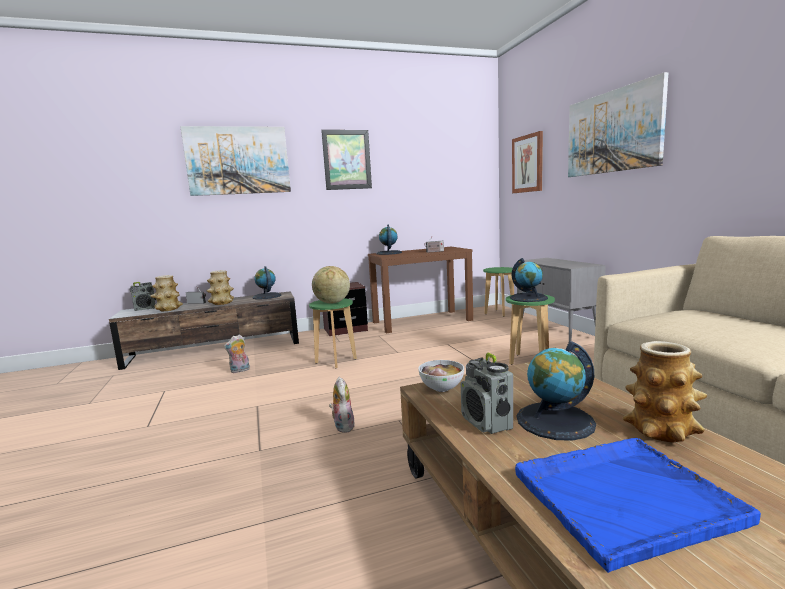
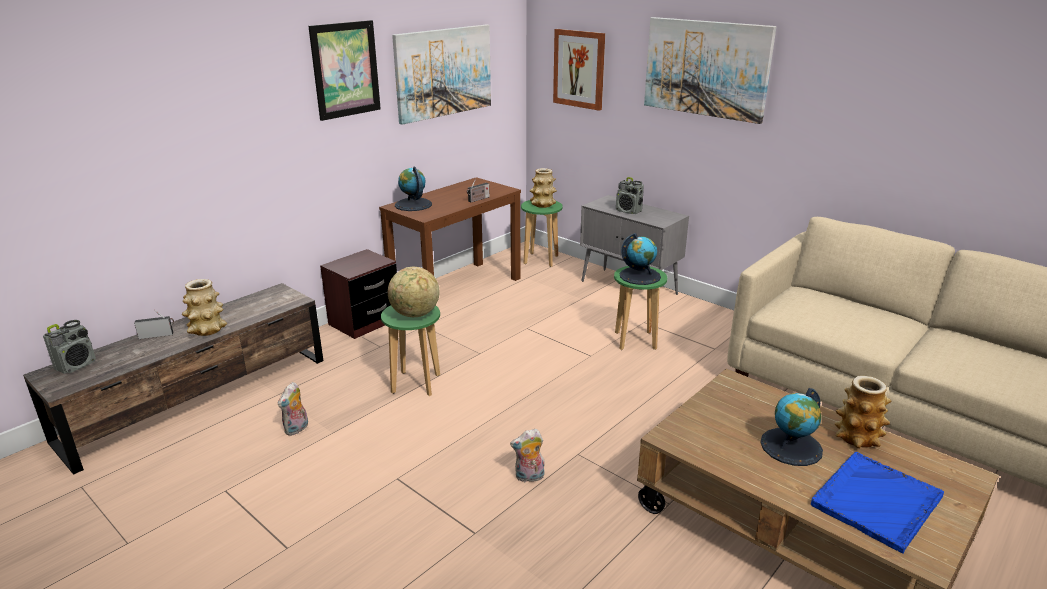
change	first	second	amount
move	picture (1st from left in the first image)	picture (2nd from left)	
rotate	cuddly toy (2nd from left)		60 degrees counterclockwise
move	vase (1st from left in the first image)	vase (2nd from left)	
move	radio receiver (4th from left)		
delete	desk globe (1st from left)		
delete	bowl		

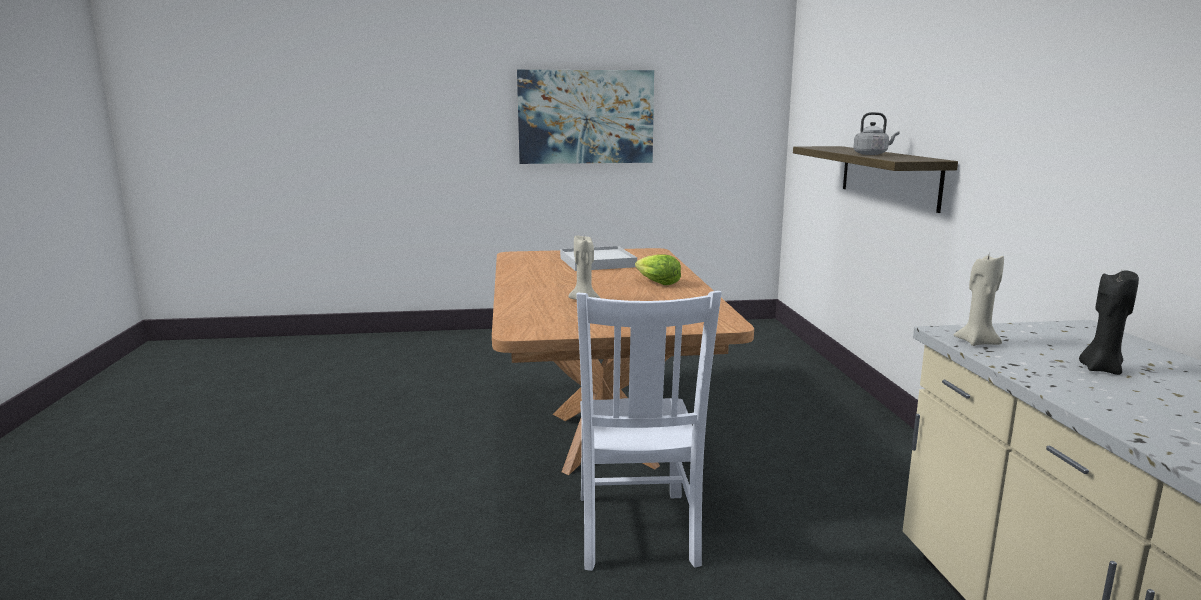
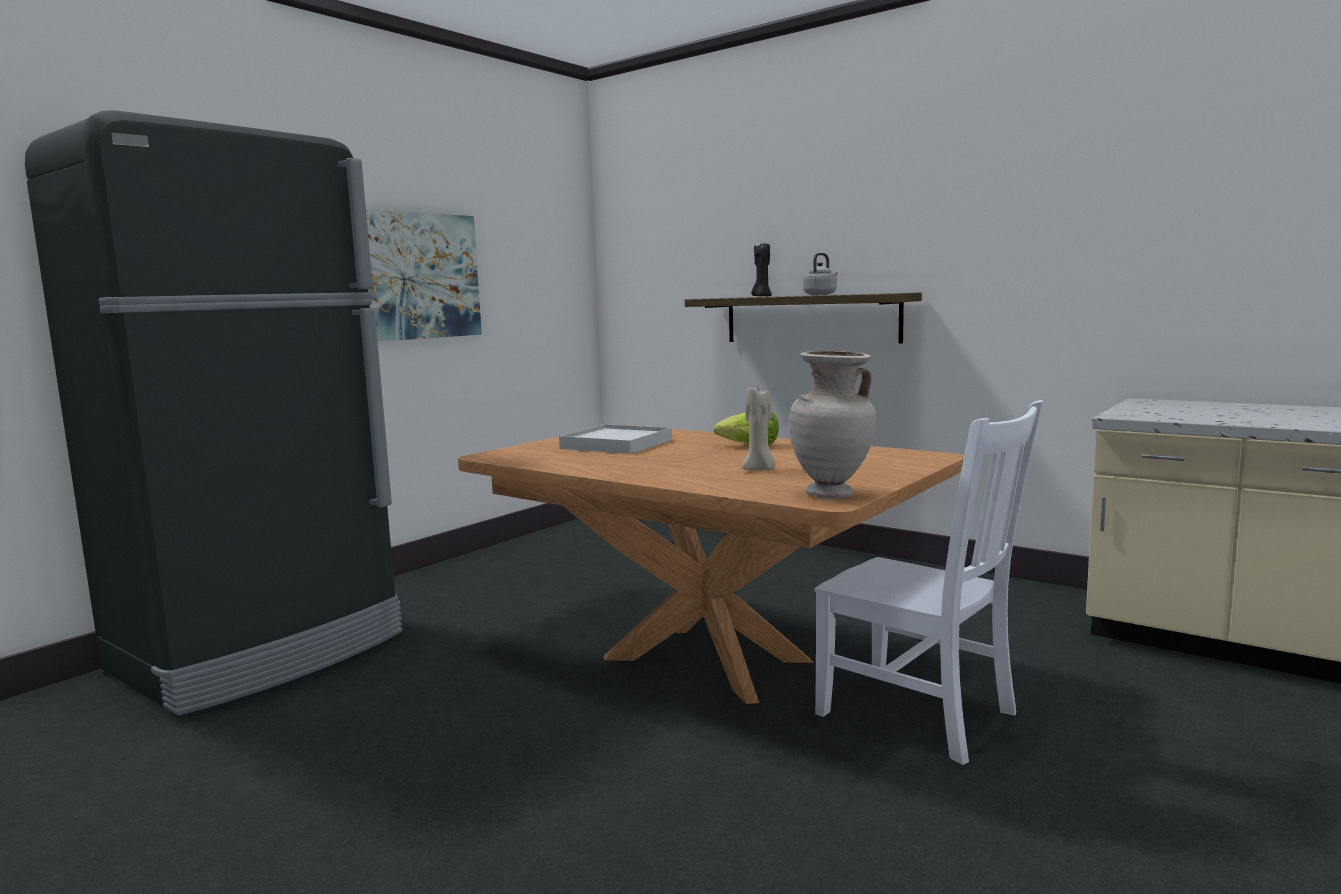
change	first	second	amount
insert		fridge (black)	
move	wax candle (black)		
insert		vase (sand-coloured)	
delete	wax candle (sand-coloured) (2nd from left)		

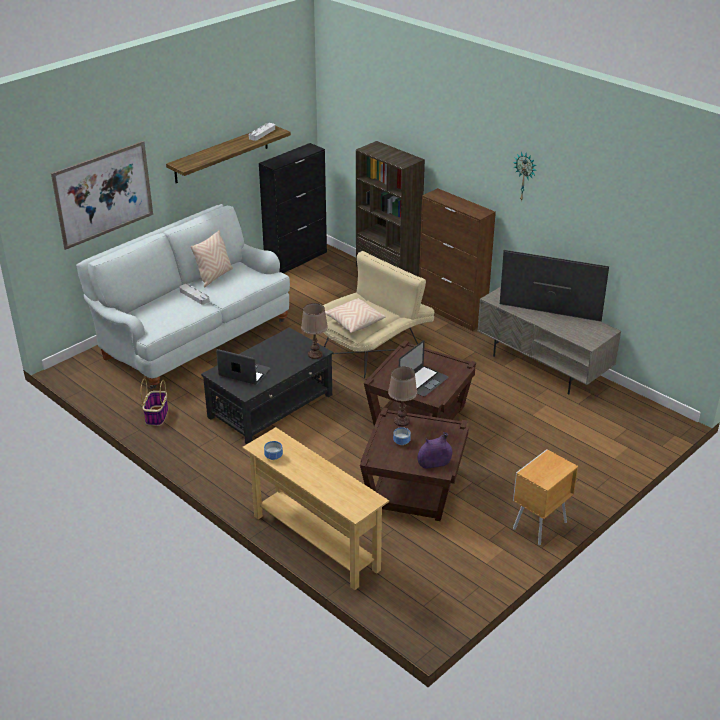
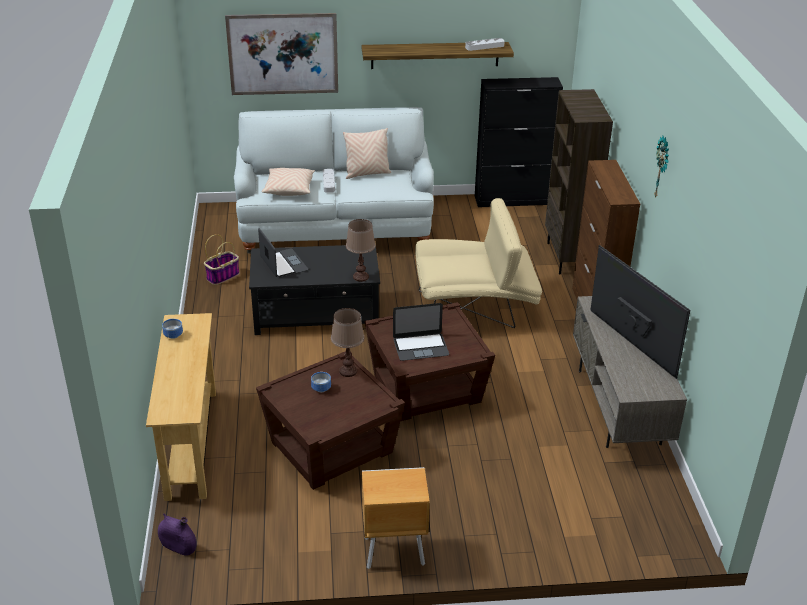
change	first	second	amount
move	vase (purple-coloured)		
move	throw pillow (sand-coloured) (2nd from left in the first image)	throw pillow (sand-coloured) (1st from left)	

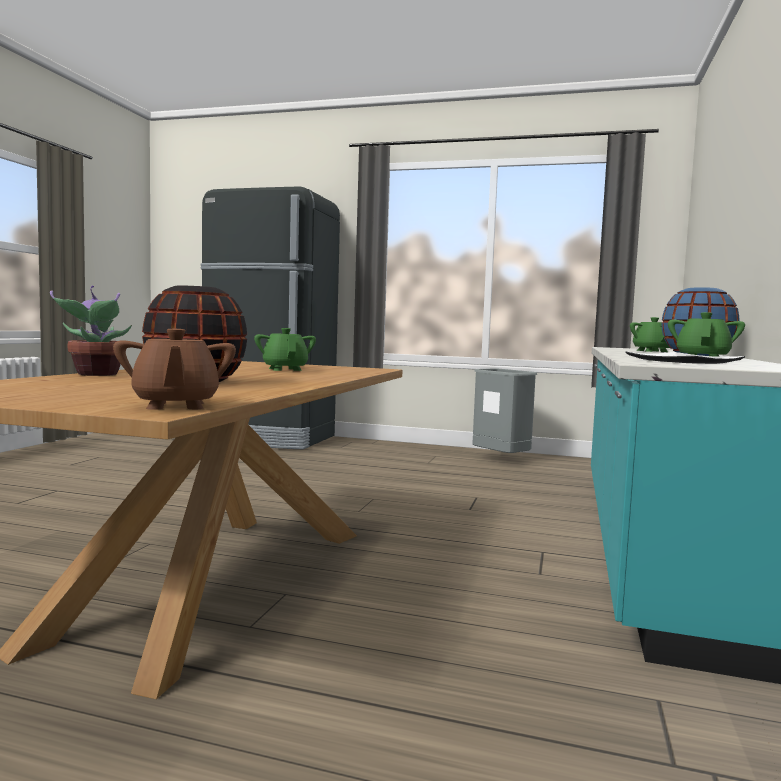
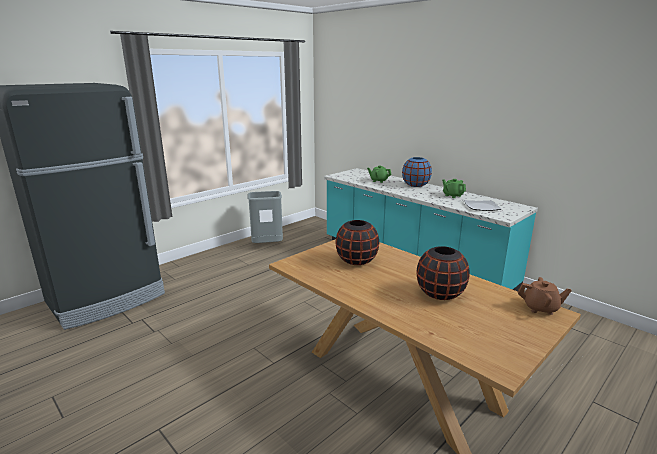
change	first	second	amount
replace	teapot (green-coloured) (1st from left)	vase (black) (1st from left)	
delete	plant in a pot		

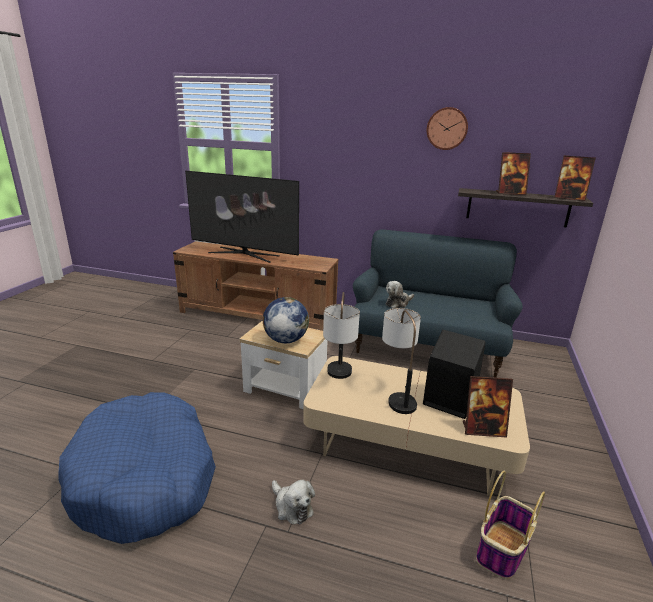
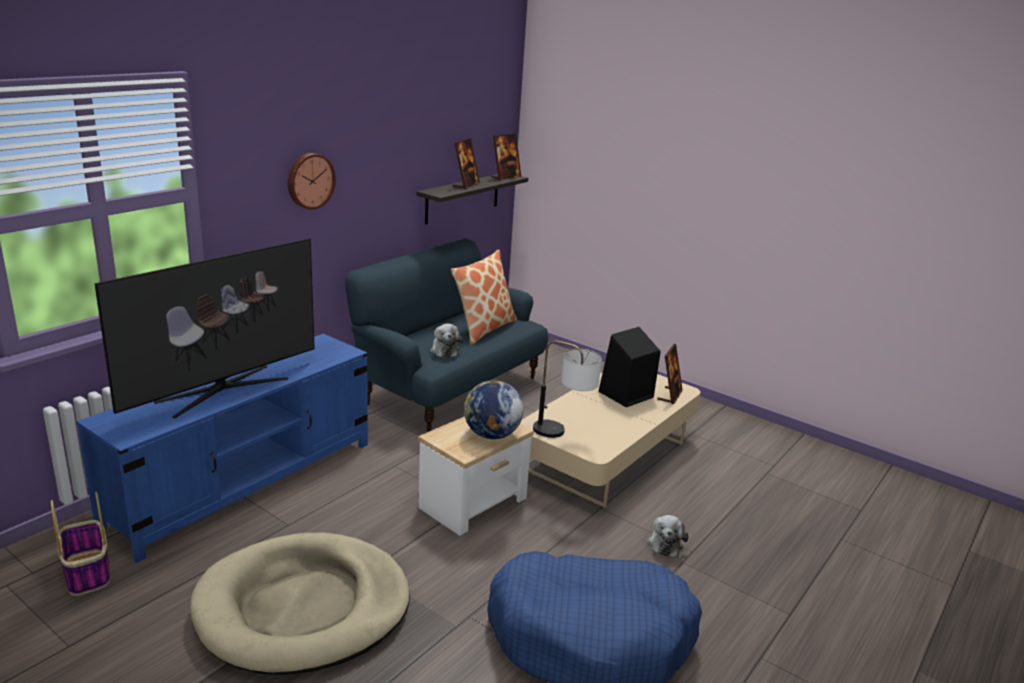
change	first	second	amount
move	household basket		
recolor	tv unit (brown-coloured)	tv unit (bluish)	
insert		pet bed (sand-coloured)	
move	clock on the wall		
insert		throw pillow	
rotate	cuddly toy (1st from left in the first image)	cuddly toy (2nd from left)	120 degrees clockwise
delete	tabletop lamp (2nd from left)		

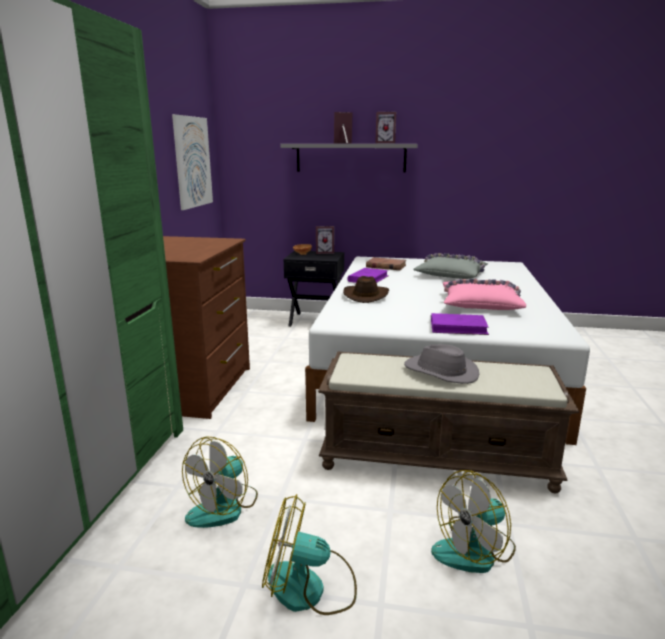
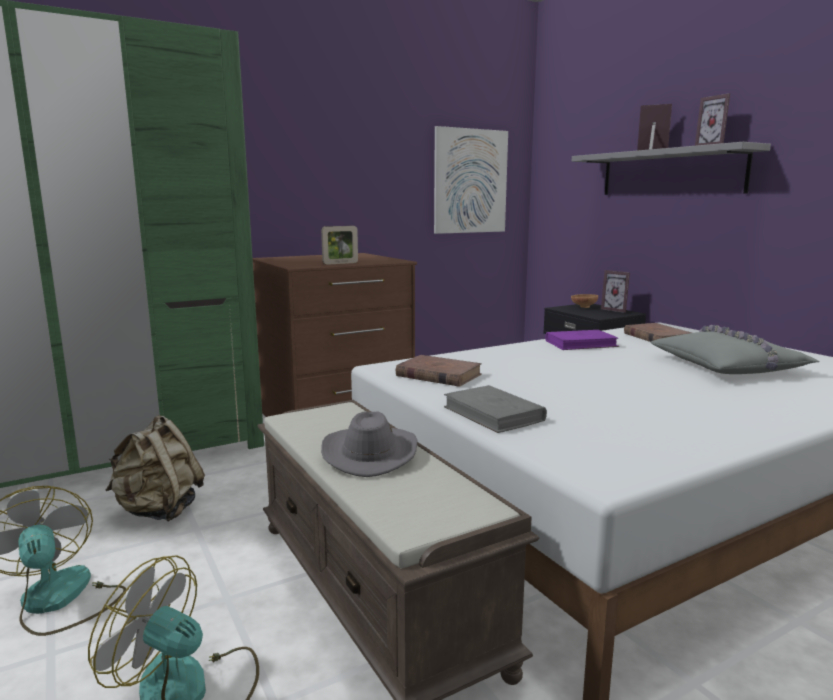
change	first	second	amount
replace	fan (1st from left)	backpack (sand-coloured)	
insert		photo frame (1st from left)	
insert		bound book (brown-coloured) (1st from left)	
recolor	bound book (purple-coloured) (2nd from left)	bound book (grey)	
delete	wearable hat (brown-coloured)		
delete	throw pillow (pink)		

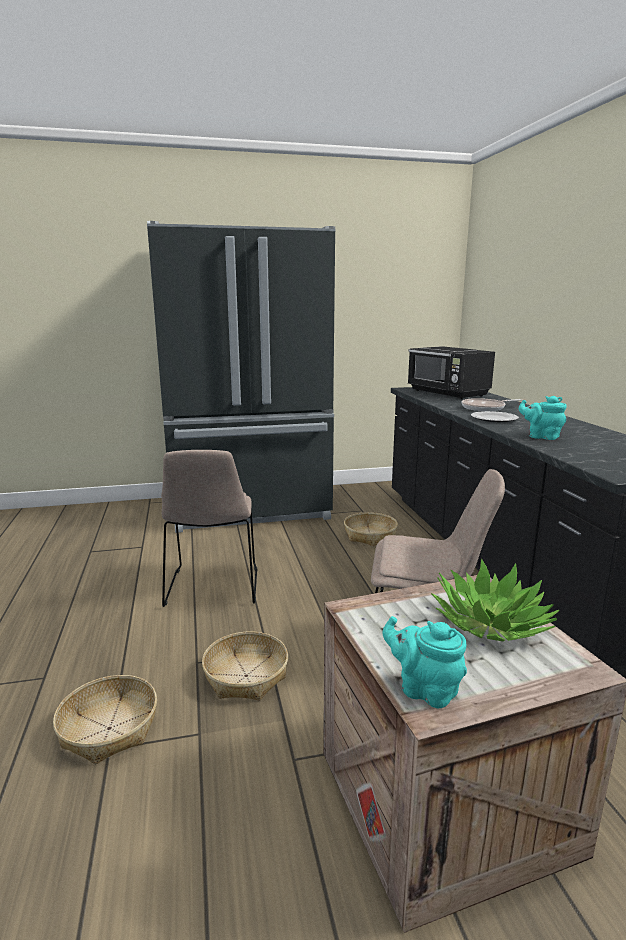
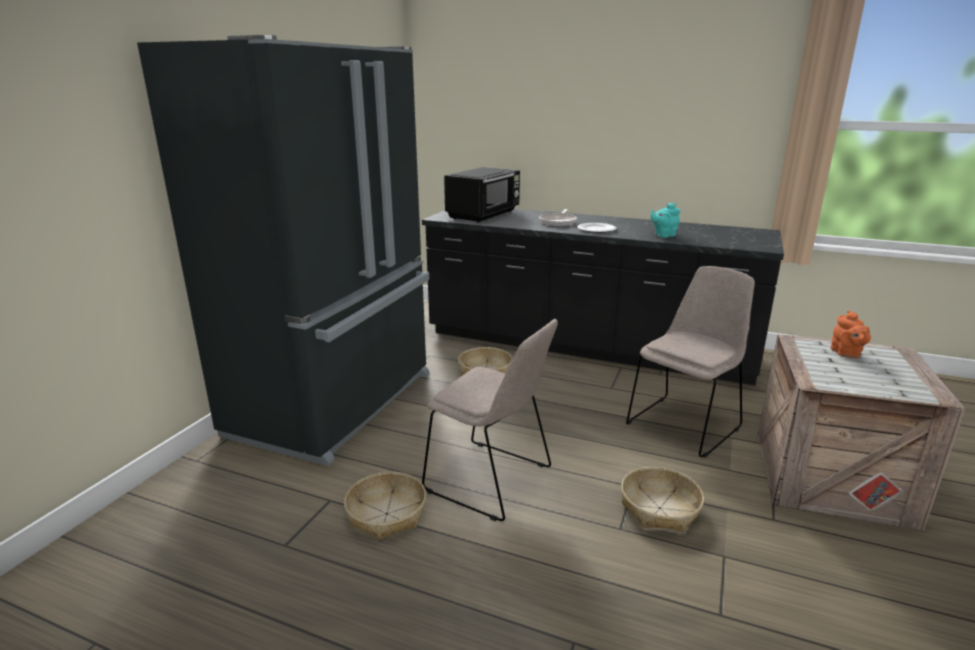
change	first	second	amount
move	household basket (1st from left)		
rotate	microwave (black)		60 degrees counterclockwise
replace	plant in a pot	teapot (orange)	
delete	teapot (blue-green) (1st from left)		

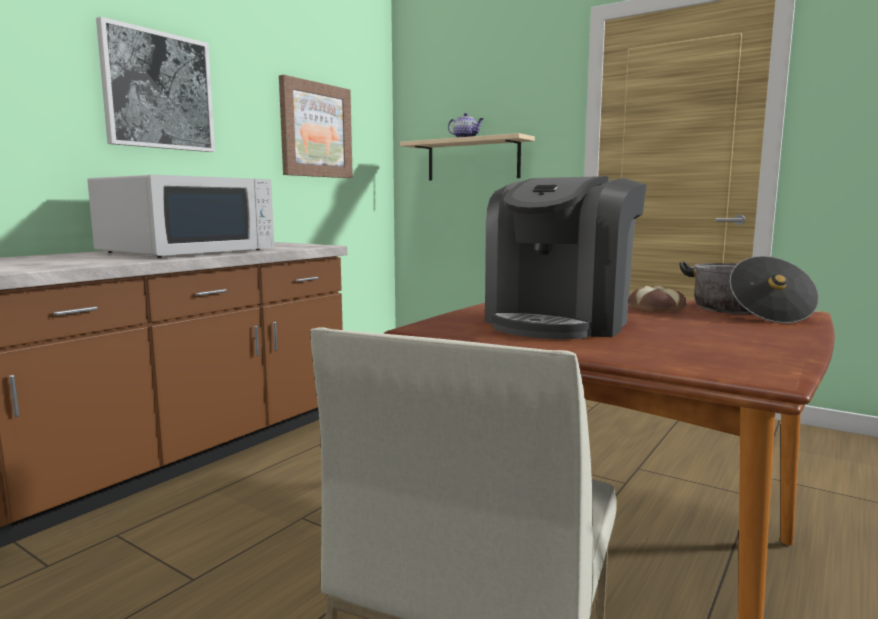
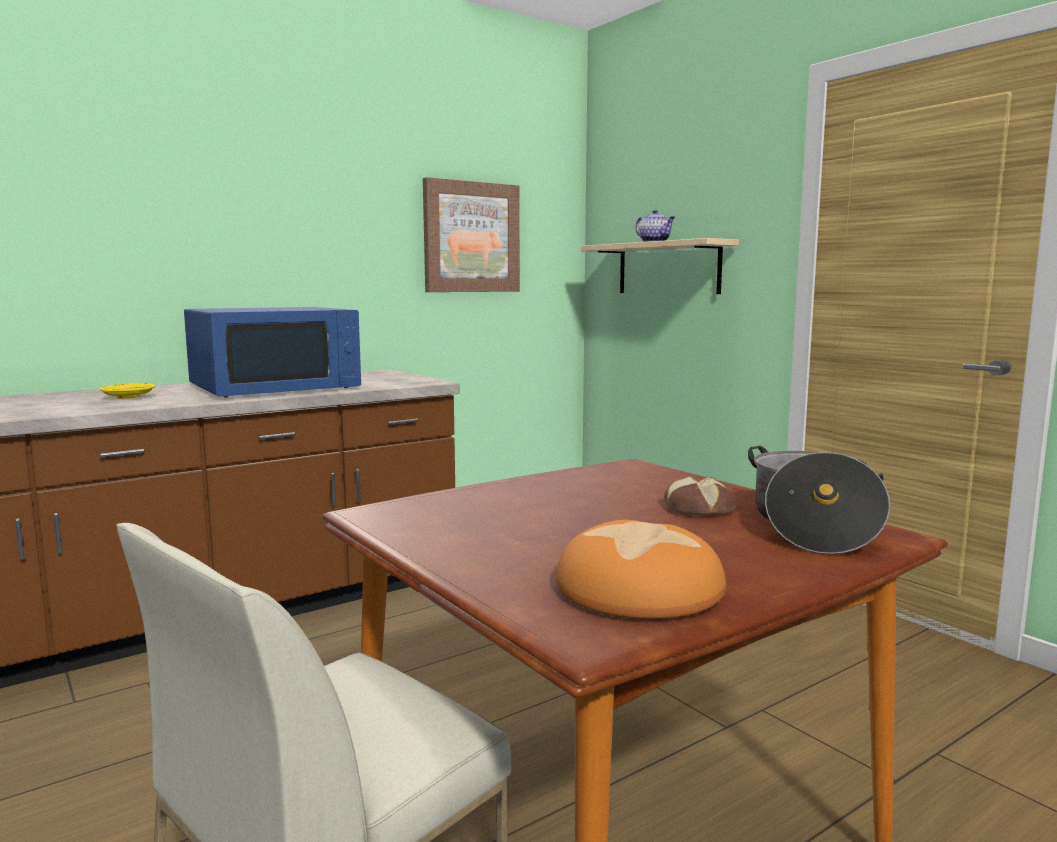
change	first	second	amount
insert		dinner plate (yellowish)	
recolor	microwave (whitish)	microwave (bluish)	
insert		bread (1st from left)	
delete	picture (1st from left)		
delete	coffee machine		

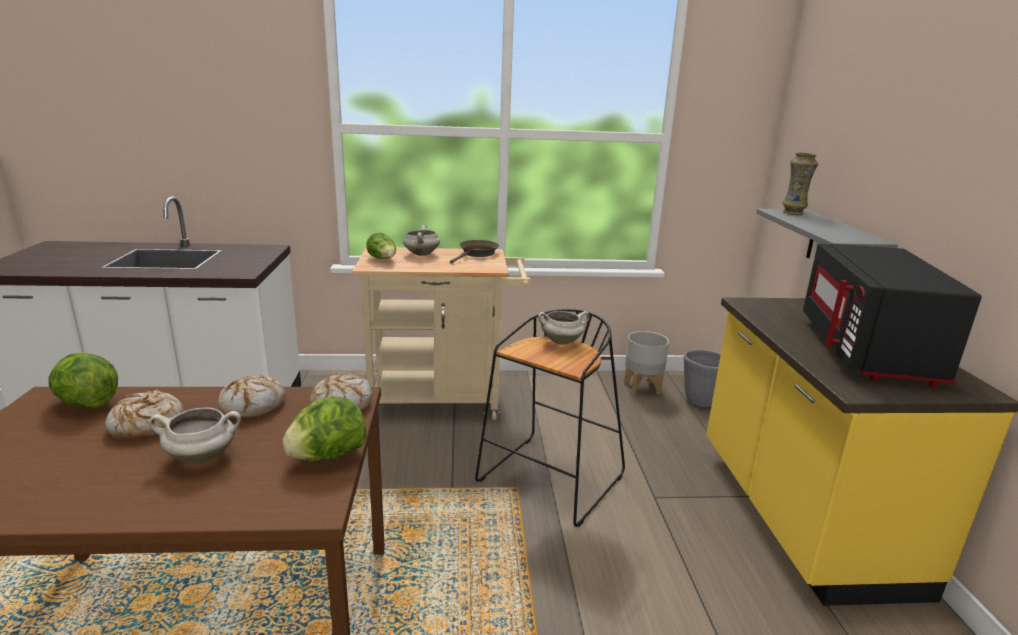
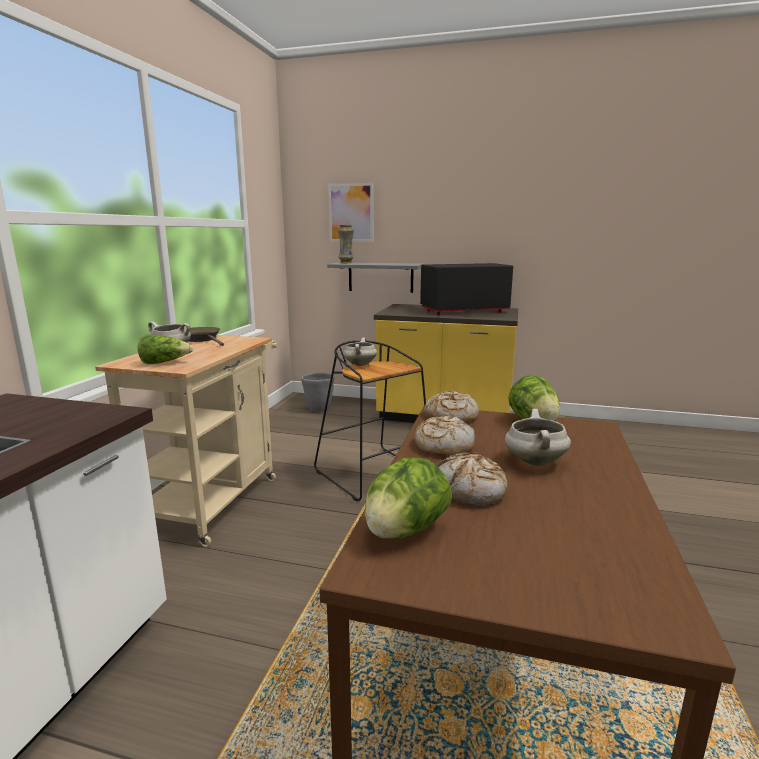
change	first	second	amount
insert		picture	
rotate	microwave (black)		135 degrees clockwise
delete	flower pot (grey) (1st from left)		

